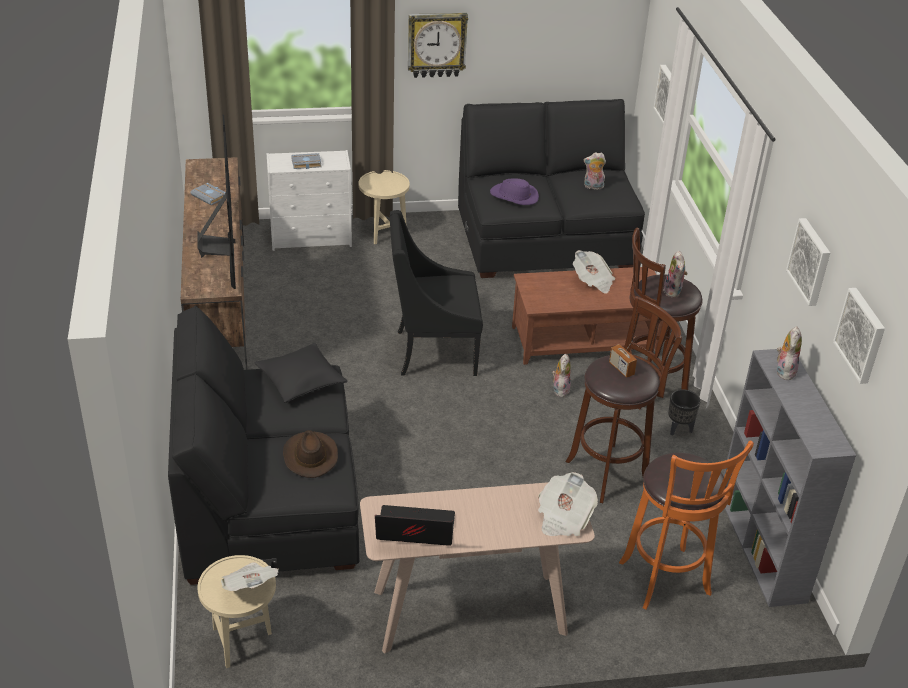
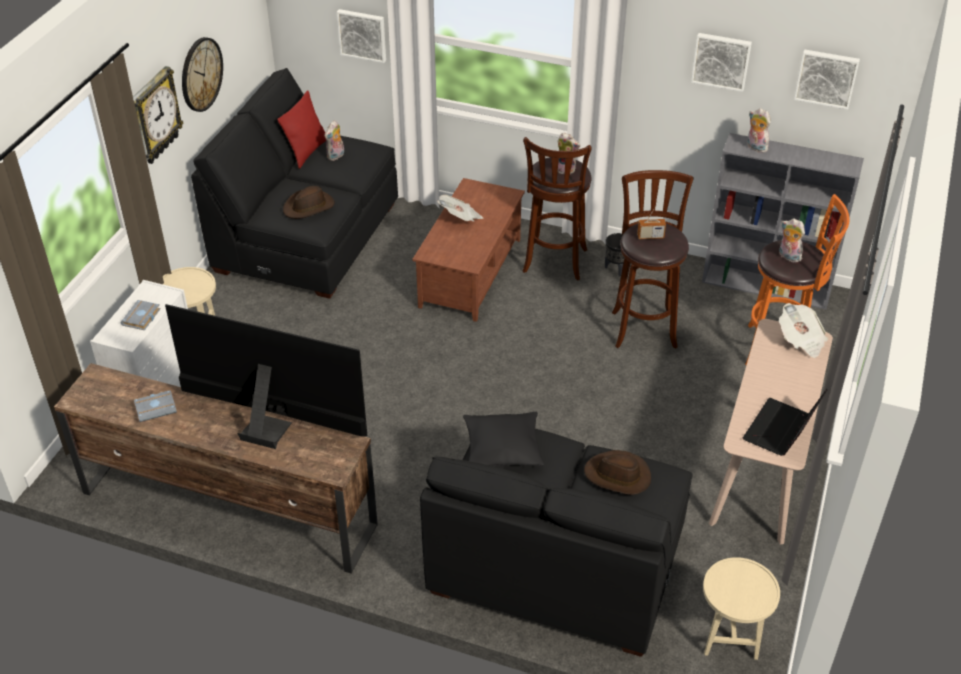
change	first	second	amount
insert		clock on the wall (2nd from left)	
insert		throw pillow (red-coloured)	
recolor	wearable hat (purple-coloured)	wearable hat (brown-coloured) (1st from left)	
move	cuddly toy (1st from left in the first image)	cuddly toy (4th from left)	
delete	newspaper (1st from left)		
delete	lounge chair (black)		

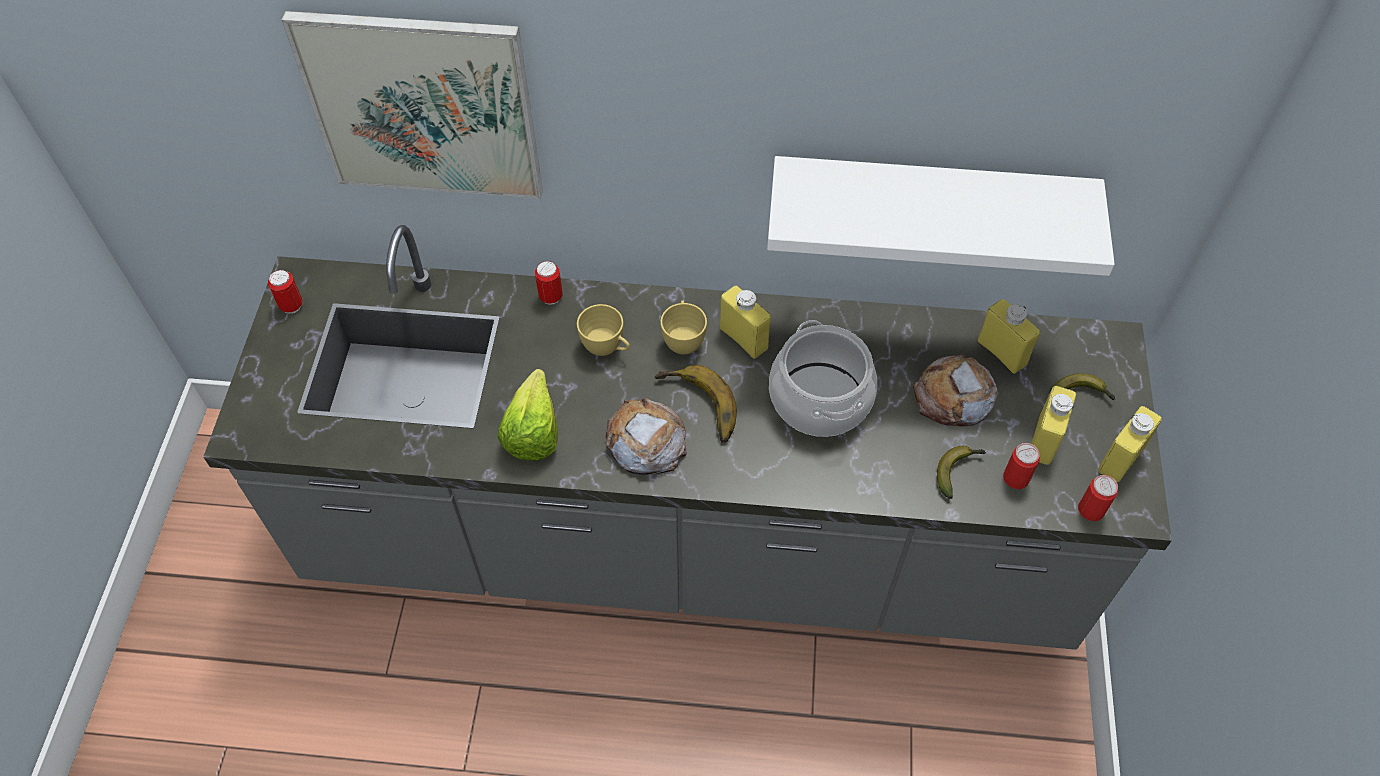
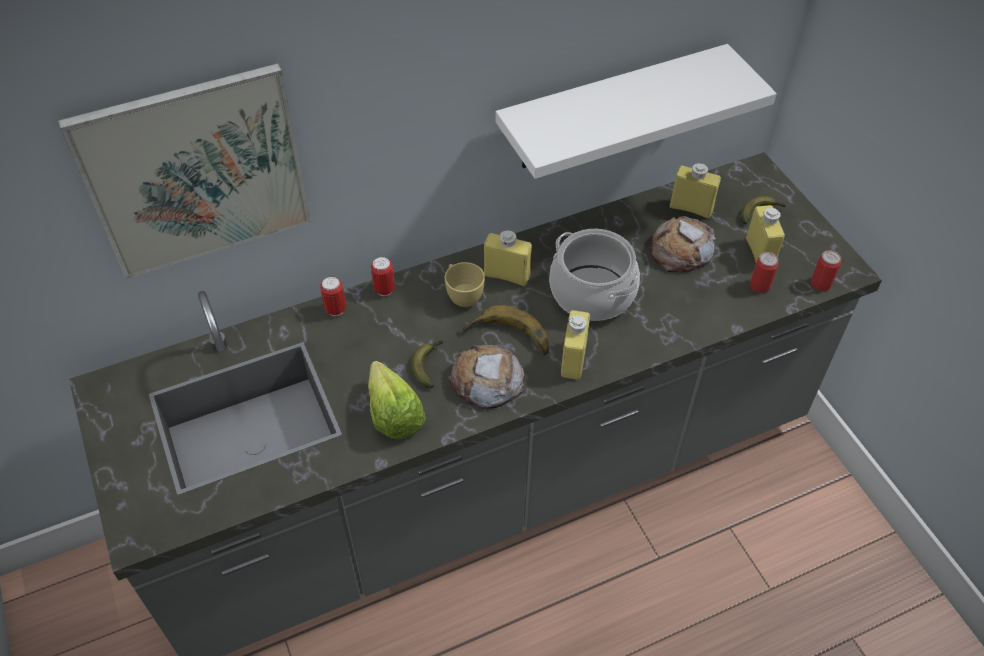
change	first	second	amount
move	sealed can (1st from left in the first image)	sealed can (2nd from left)	
move	banana (2nd from left in the first image)	banana (1st from left)	
move	bottle (yellowish) (4th from left in the first image)	bottle (yellowish) (2nd from left)	
delete	cup (yellowish) (1st from left)		

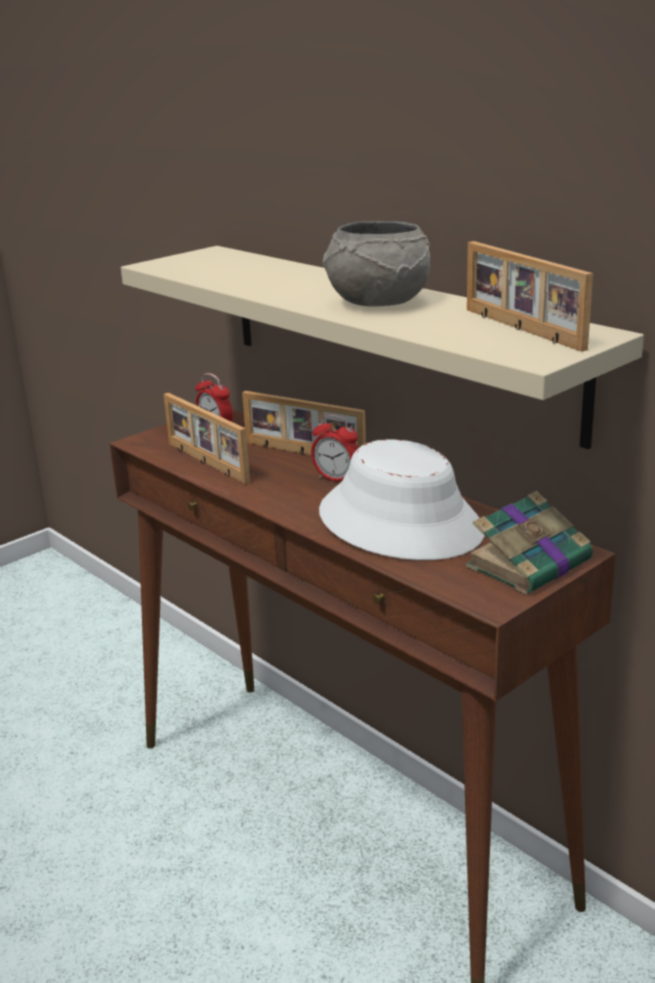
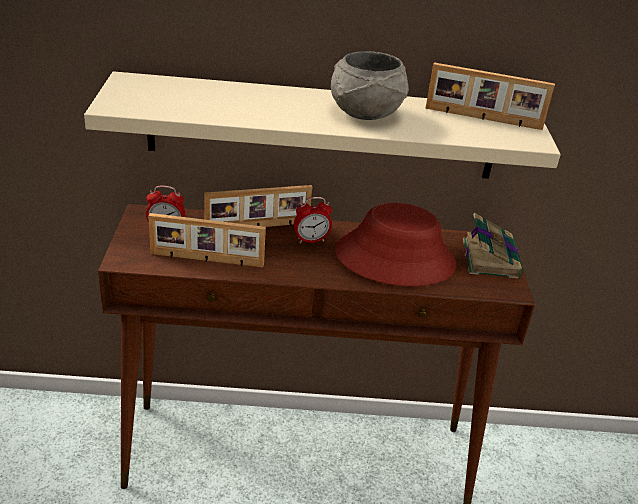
change	first	second	amount
recolor	wearable hat (whitish)	wearable hat (red-coloured)	

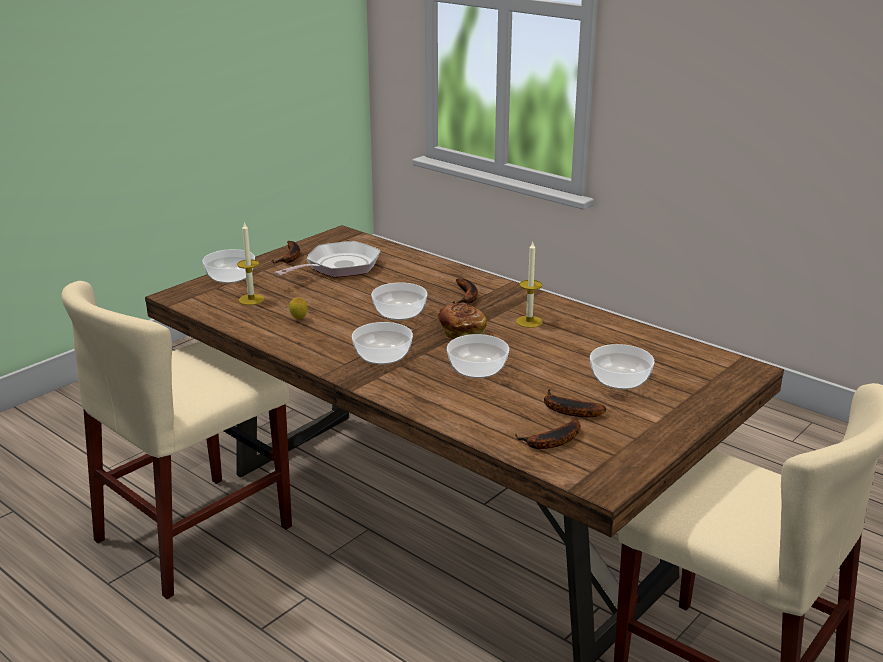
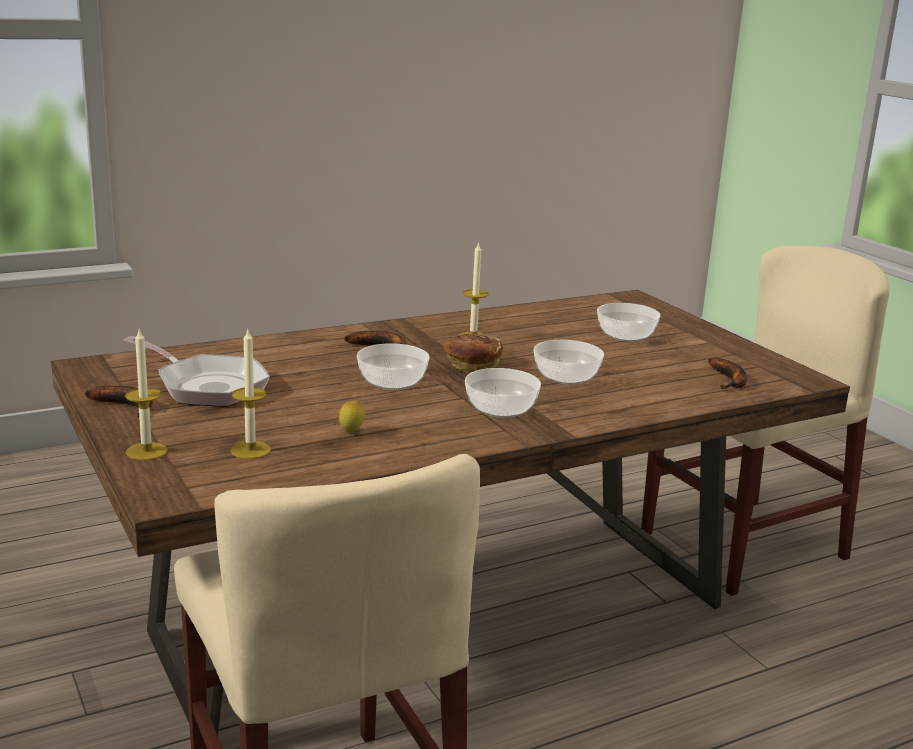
change	first	second	amount
rotate	pan		150 degrees clockwise
replace	bowl (1st from left)	wax candle (1st from left)	
delete	banana (4th from left)		

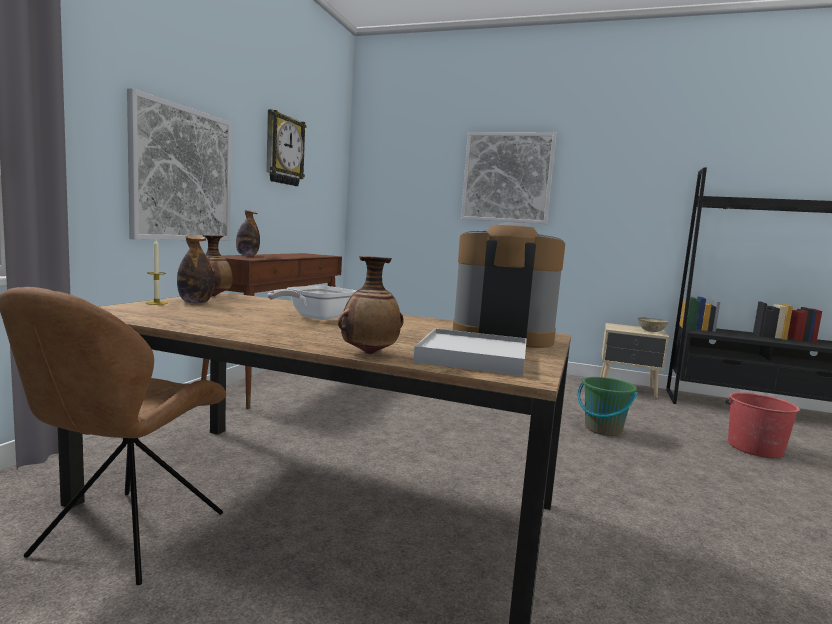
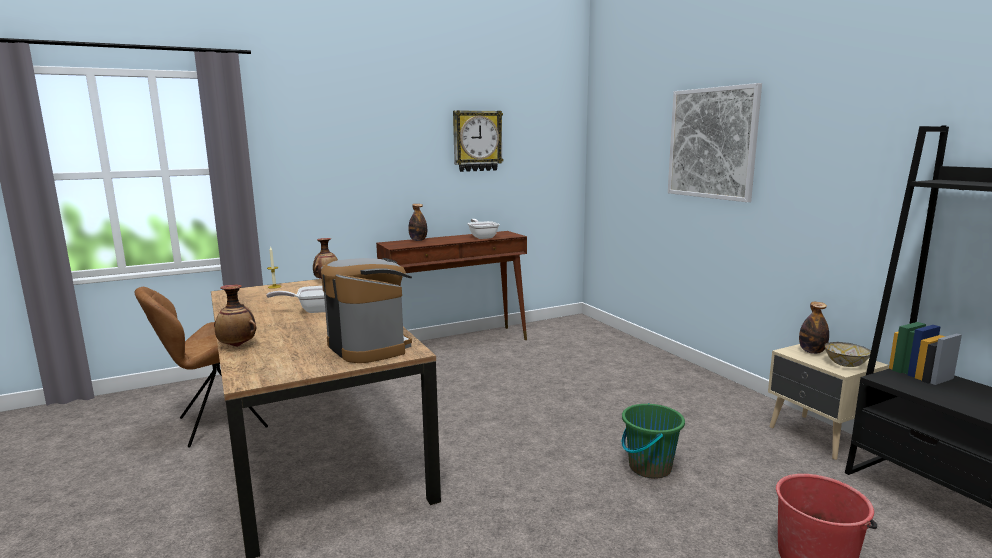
change	first	second	amount
insert		pan (2nd from left)	
move	bottle (1st from left in the first image)	bottle (2nd from left)	
delete	picture (1st from left)		
delete	serving tray (whitish)		

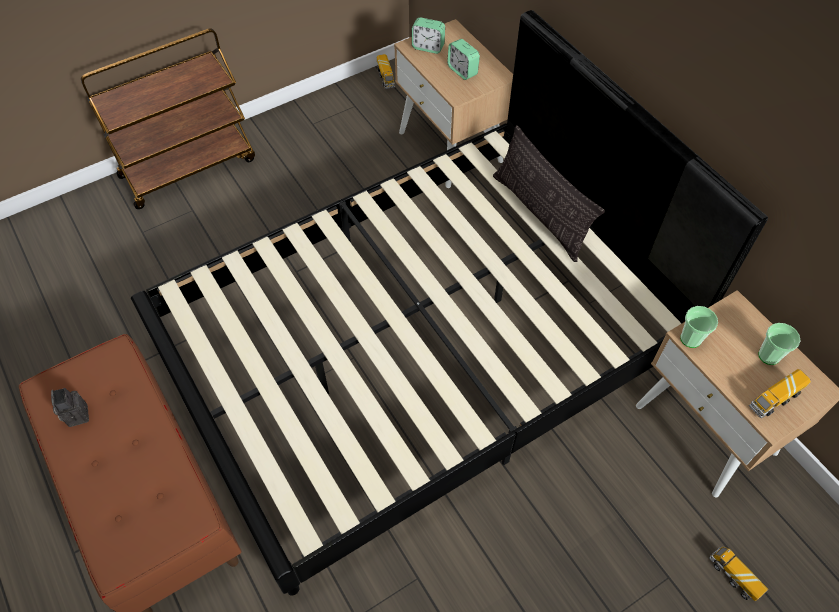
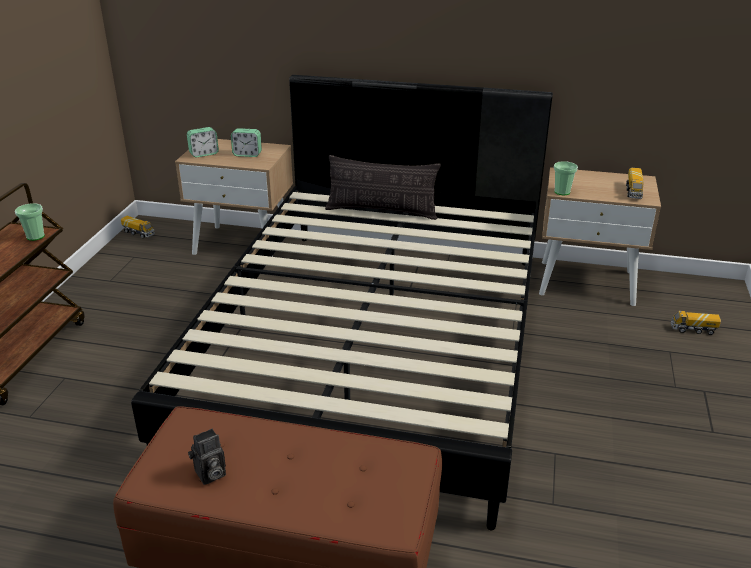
change	first	second	amount
move	cup (2nd from left in the first image)	cup (1st from left)	
rotate	still camera		60 degrees counterclockwise

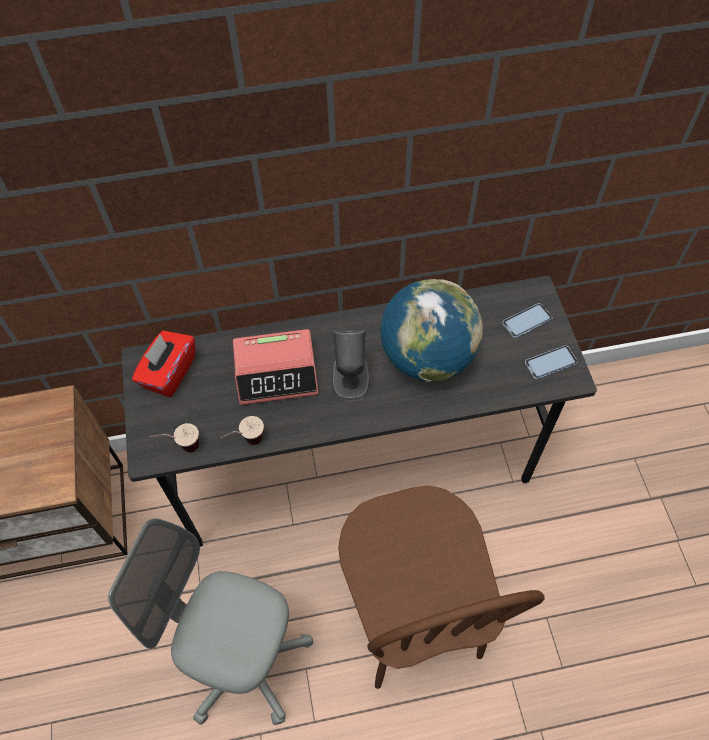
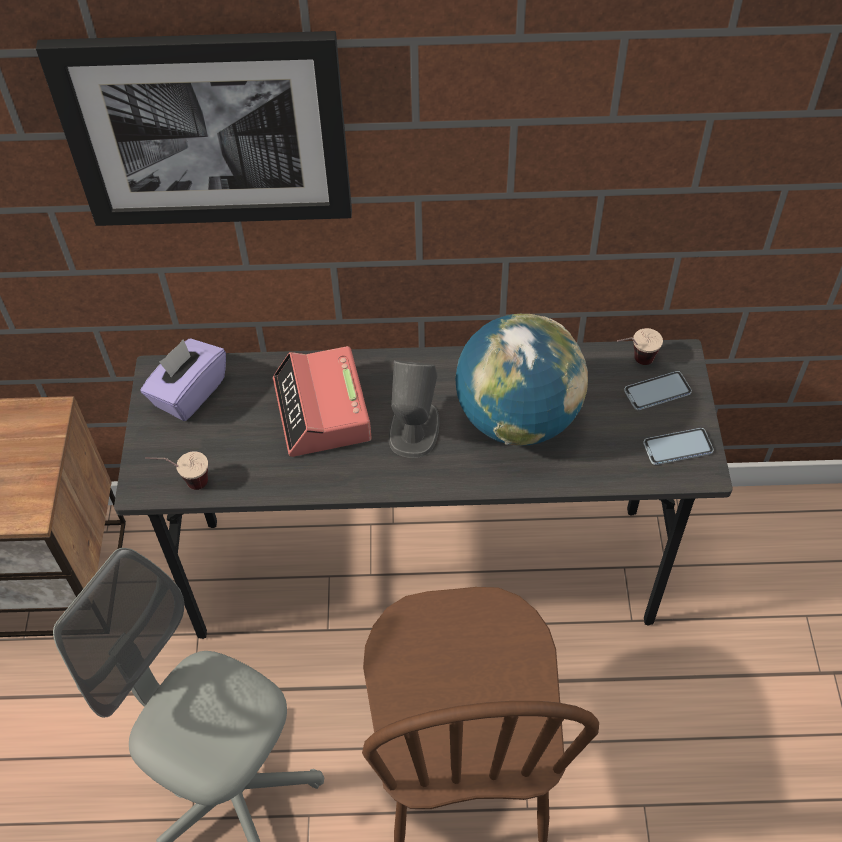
change	first	second	amount
insert		picture	
recolor	tissue box (red-coloured)	tissue box (purple-coloured)	
rotate	bedside clock		75 degrees clockwise
move	cup (2nd from left)		

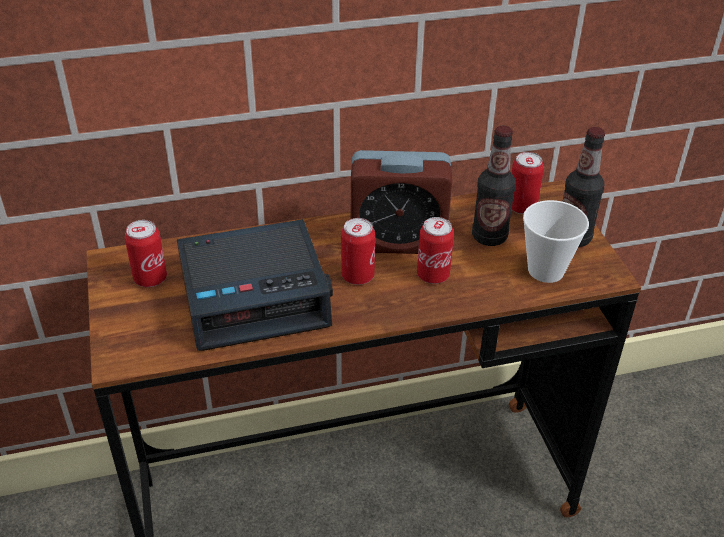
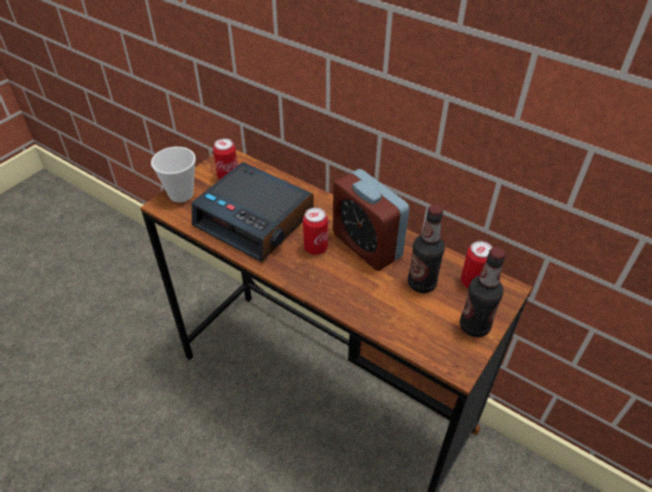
change	first	second	amount
move	cup		
delete	sealed can (3rd from left)		

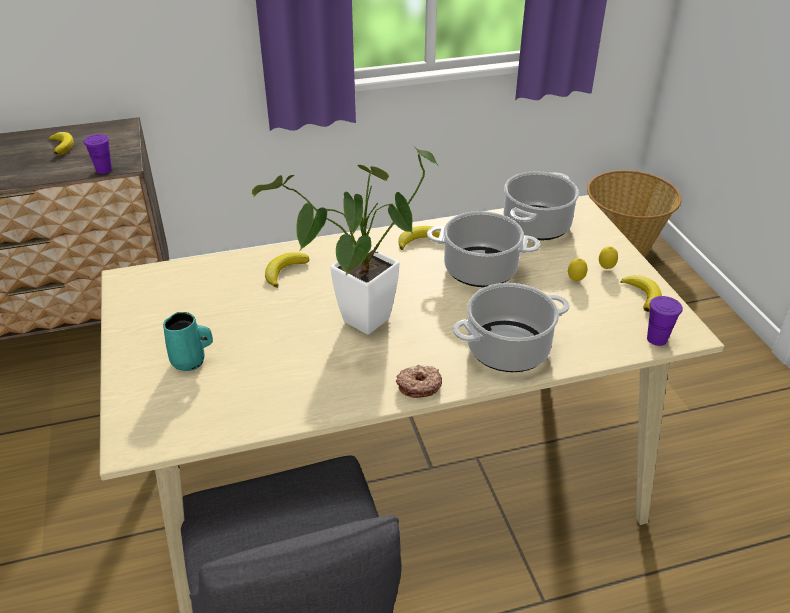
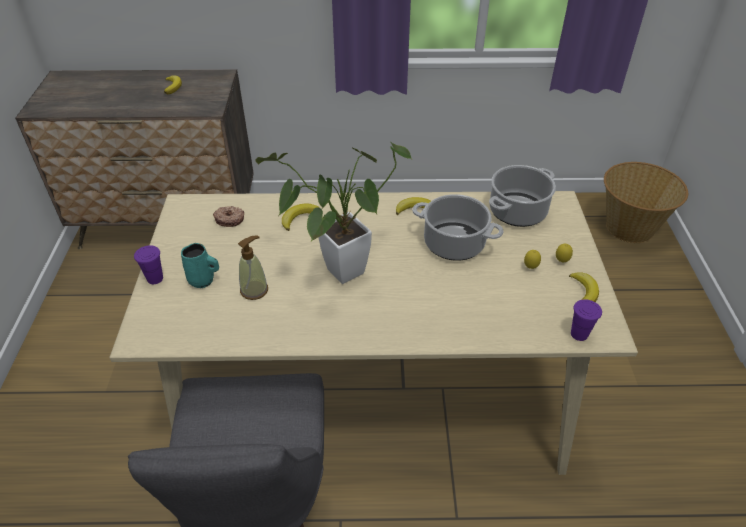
change	first	second	amount
move	cup (purple-coloured) (1st from left)		
move	doughnut		
insert		soap dispenser	
delete	saucepot (2nd from left)		

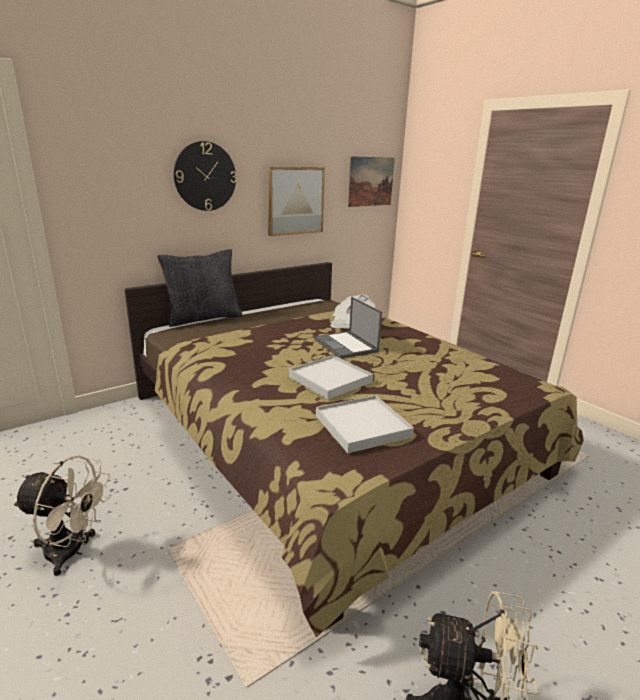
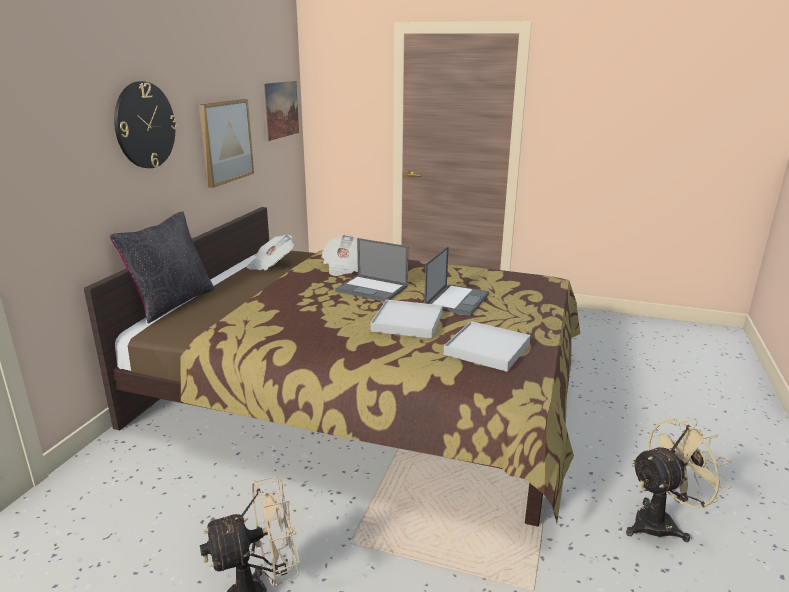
change	first	second	amount
insert		newspaper (1st from left)	
insert		portable computer (2nd from left)	

